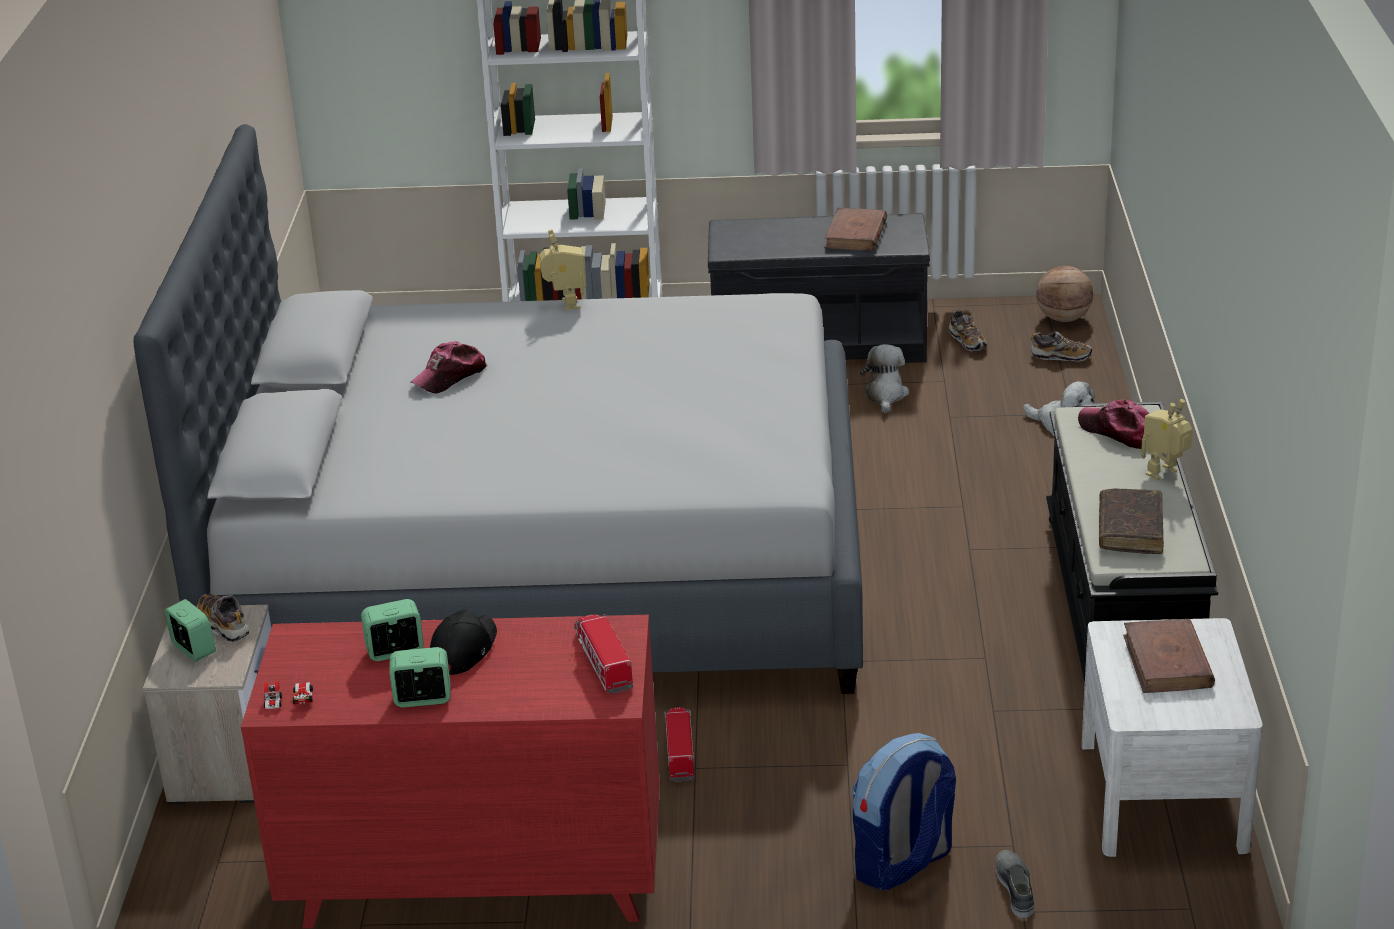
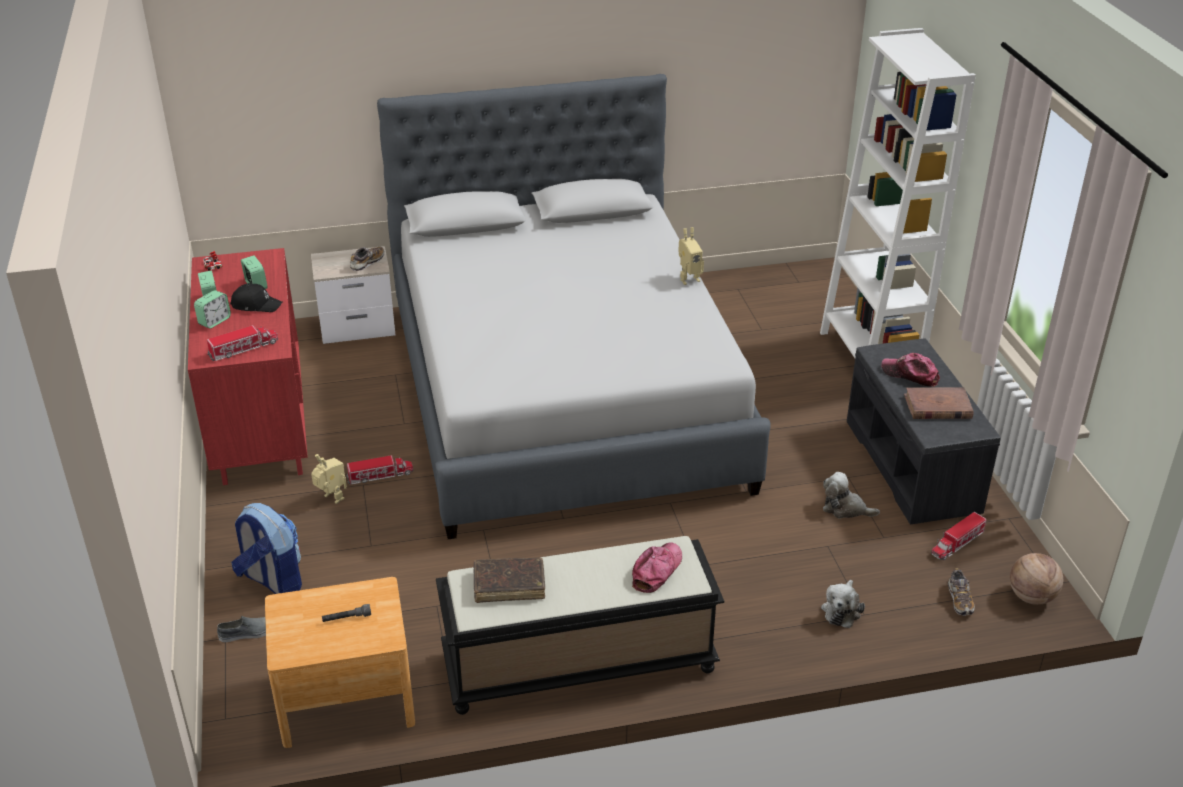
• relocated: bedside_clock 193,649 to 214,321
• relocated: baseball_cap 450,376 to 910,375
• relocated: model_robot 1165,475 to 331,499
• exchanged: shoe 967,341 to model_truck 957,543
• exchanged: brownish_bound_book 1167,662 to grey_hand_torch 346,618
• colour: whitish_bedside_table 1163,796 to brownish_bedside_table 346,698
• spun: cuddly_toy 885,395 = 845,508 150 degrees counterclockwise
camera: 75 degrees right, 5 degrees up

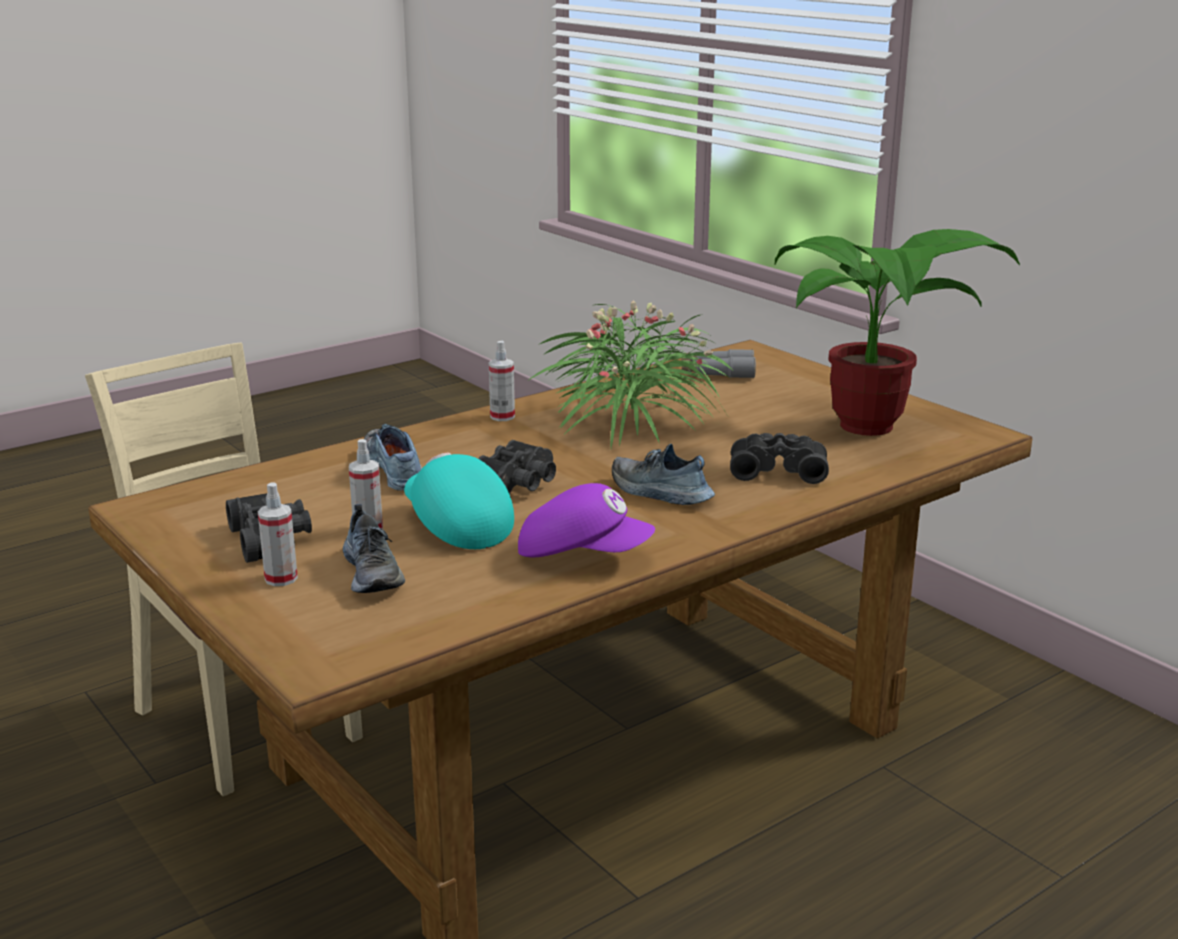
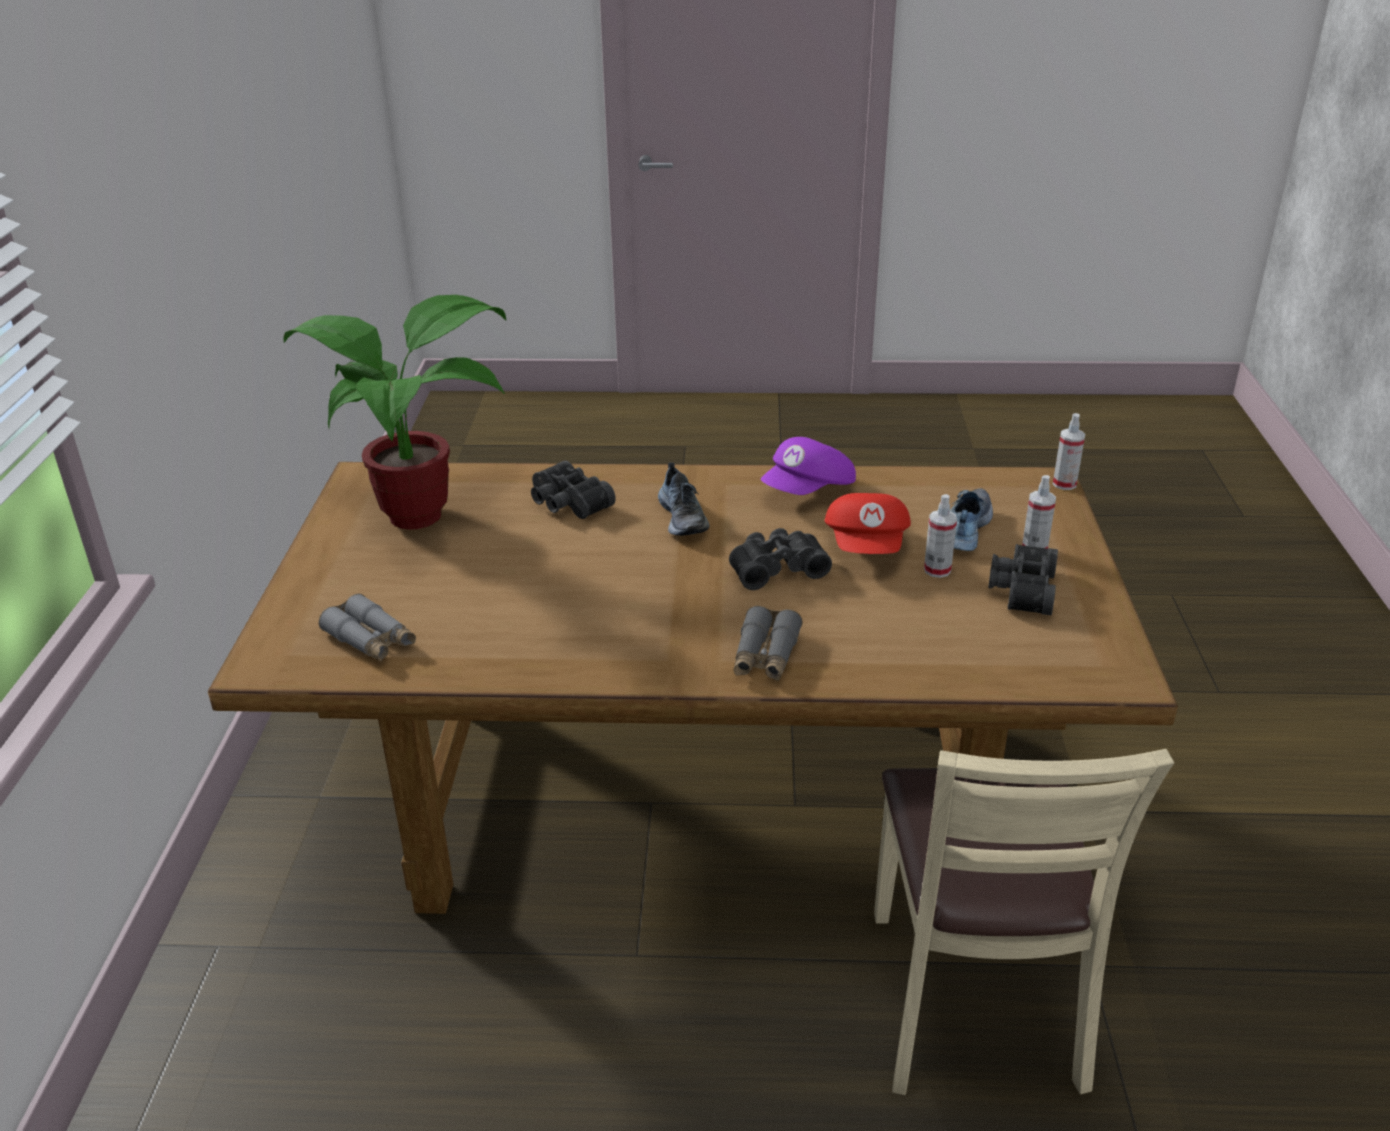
• missing: shoe 397,468
• missing: potted_plant 632,420
• appeared: grey_binoculars 765,656
• relocated: spray_bottle 502,417 to 1064,484
• colour: blue-green_baseball_cap 456,526 to red-coloured_baseball_cap 868,547
• spun: purplish_baseball_cap 583,555 = 809,491 105 degrees counterclockwise
camera: 140 degrees left, 10 degrees up

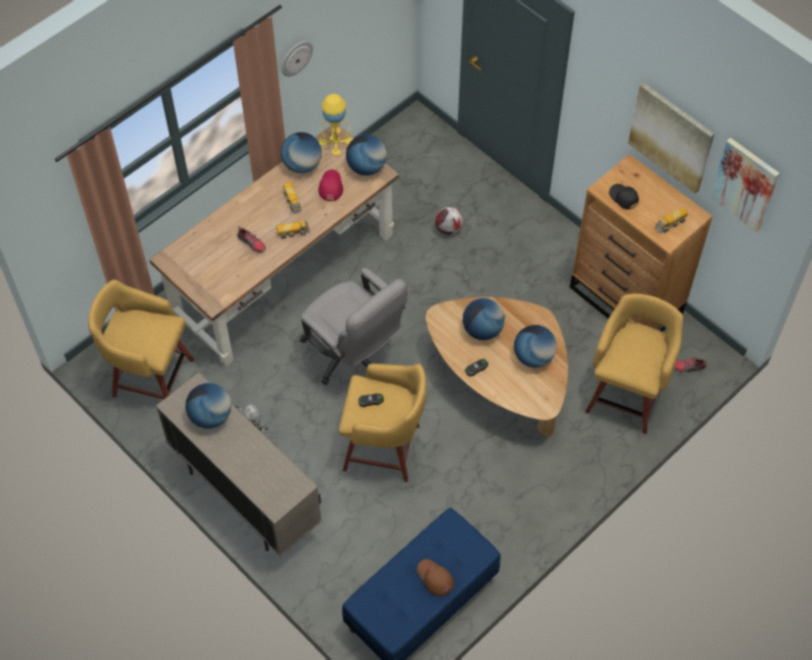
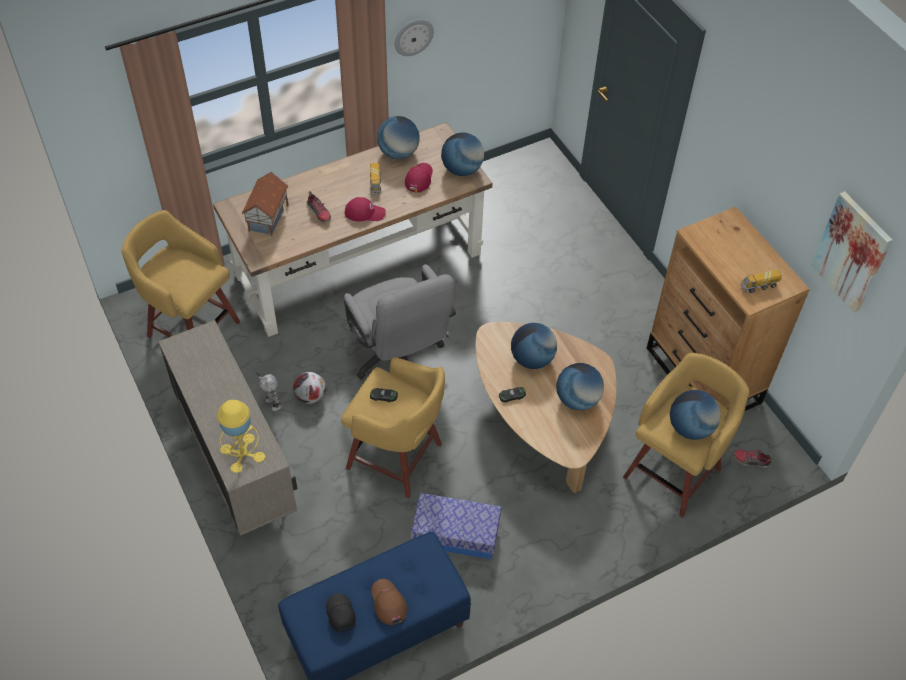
• missing: wall_picture 671,137
• appeared: model_house 269,218
• appeared: storage_bin 455,533
• relocated: desk_globe 211,416 to 690,428
• relocated: yellow-coloured_lamp_for_a_table 336,141 to 242,453
• relocated: football_ball 448,229 to 310,396
• relocated: blackish_baseball_cap 623,198 to 340,614
• exchanged: model_truck 293,233 to red-coloured_baseball_cap 364,212
camera: 15 degrees right, 5 degrees down

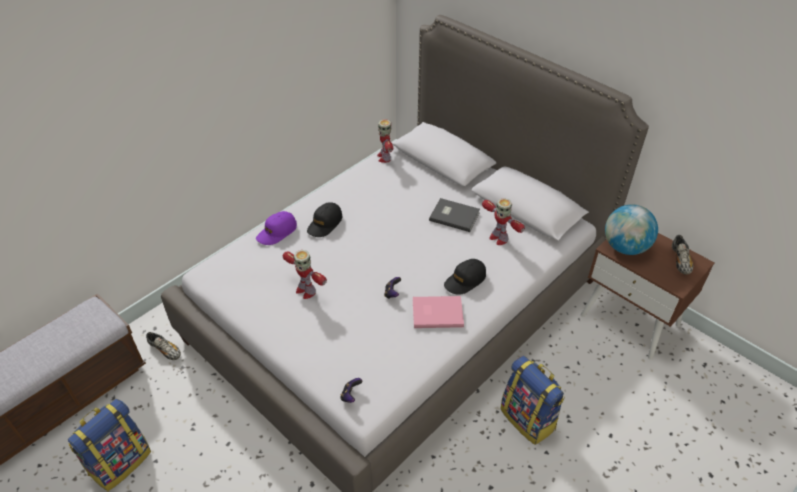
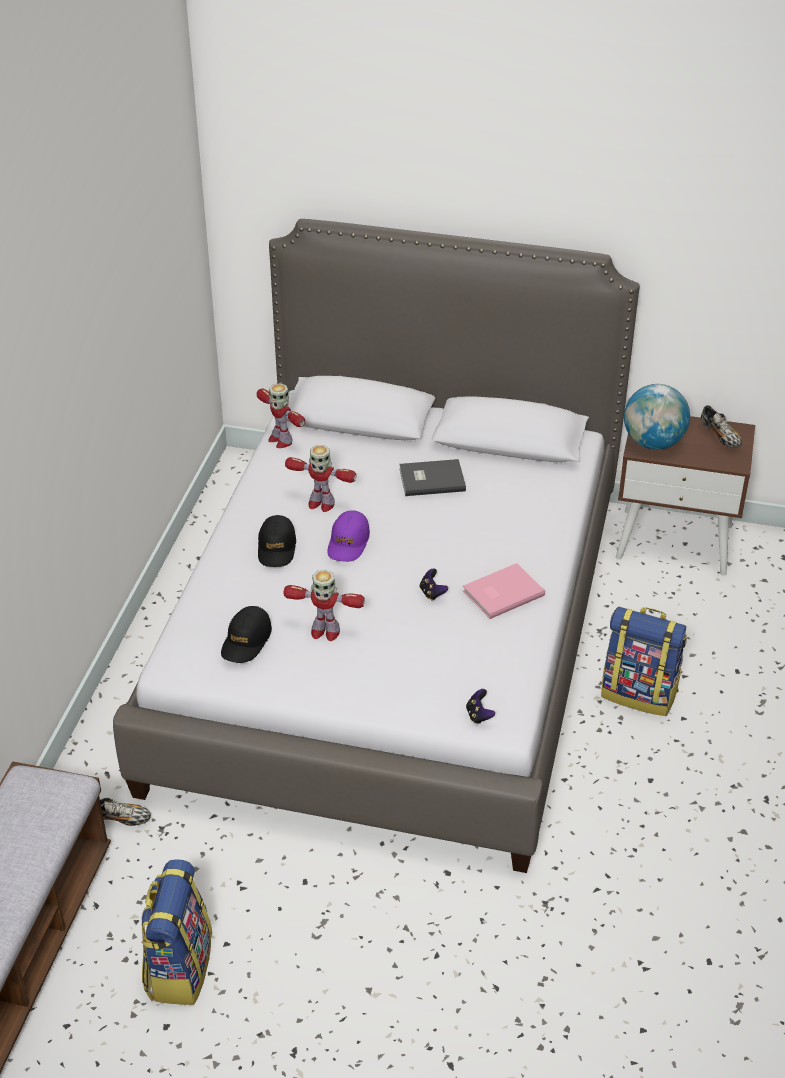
• relocated: purplish_baseball_cap 277,232 to 348,543
• relocated: blackish_baseball_cap 465,280 to 246,641
• relocated: model_robot 498,238 to 320,503
camera: 30 degrees left, 5 degrees down

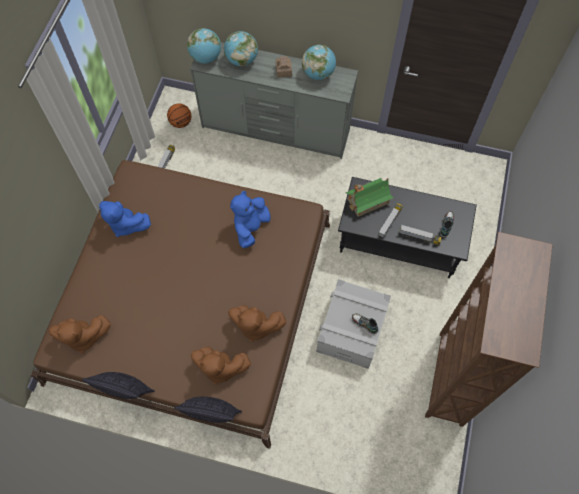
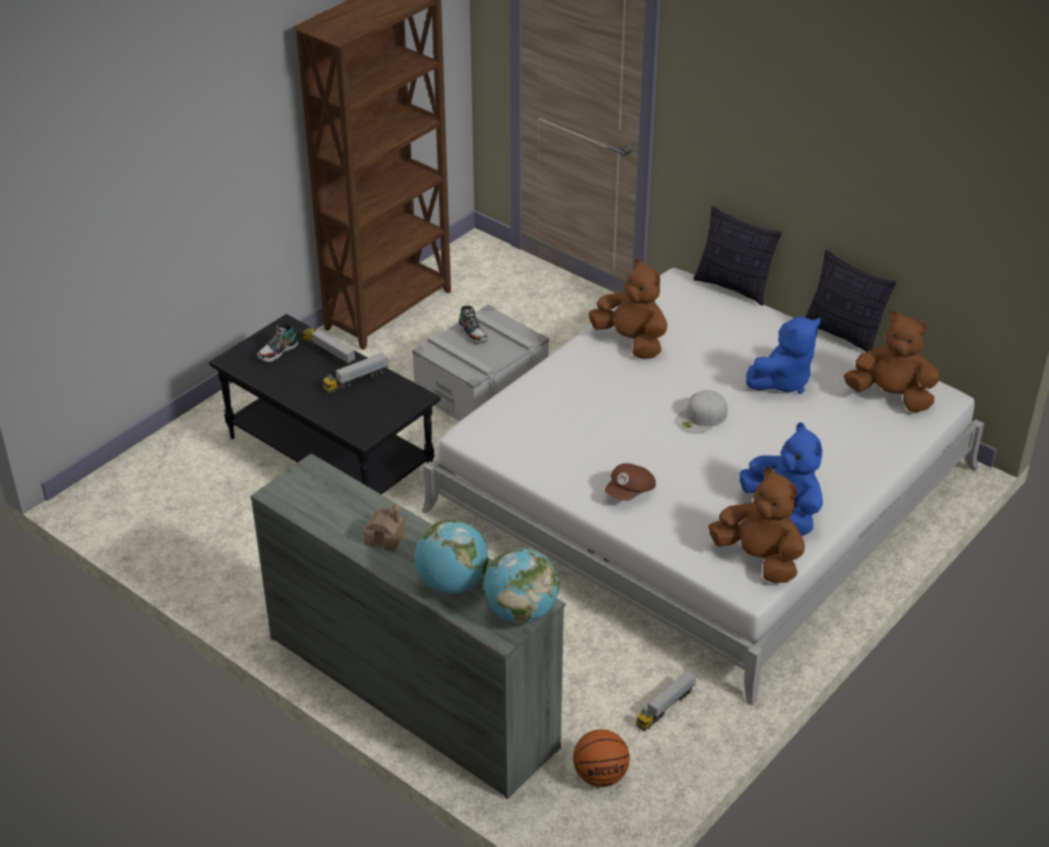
• missing: desk_globe 318,74
• missing: model_house 367,201
• appeared: brownish_baseball_cap 630,492
• appeared: whitish_baseball_cap 701,417
• relocated: brownish_cuddly_toy 220,367 to 758,559
• relocated: blue-coloured_cuddly_toy 250,227 to 782,381
• colour: brownish_sleeping_bed 193,300 to whitish_sleeping_bed 703,489
camera: 155 degrees left, 25 degrees down

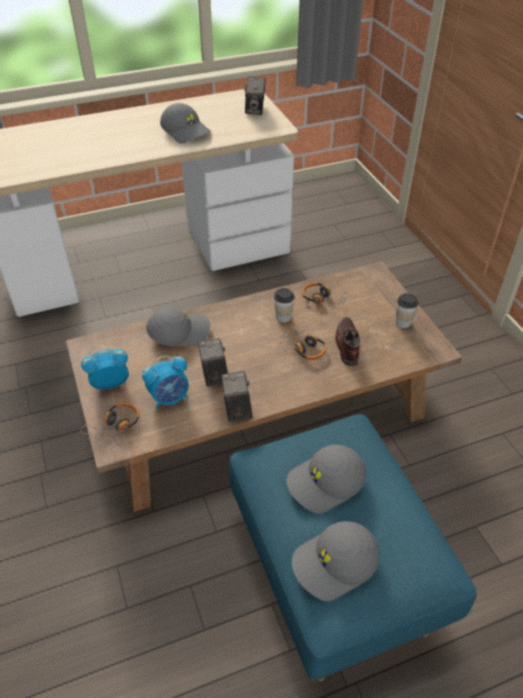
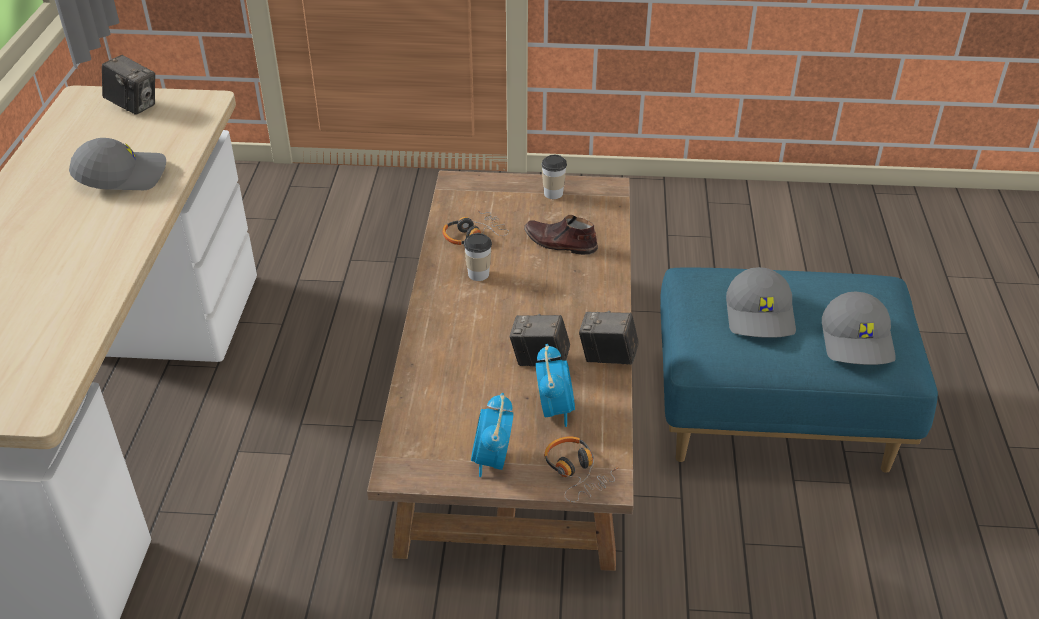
• missing: grey_baseball_cap 179,332
• missing: headset 303,346
camera: 65 degrees left, 5 degrees down

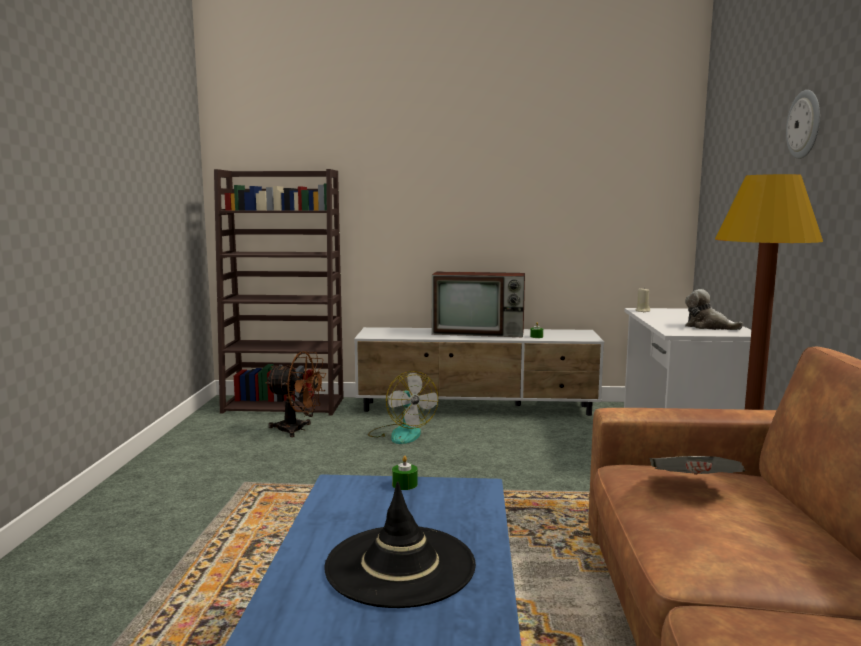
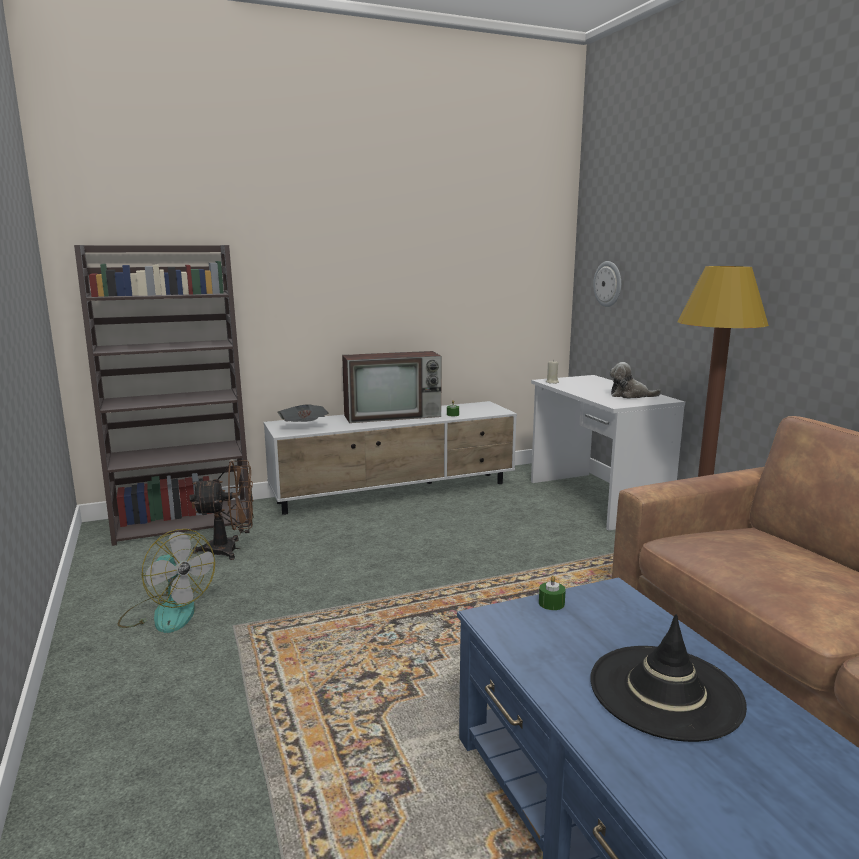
• relocated: fan 401,433 to 167,612
• relocated: printed_paper 693,489 to 304,427
• relocated: hanging_clock 805,124 to 608,284
camera: 25 degrees left, 5 degrees up

